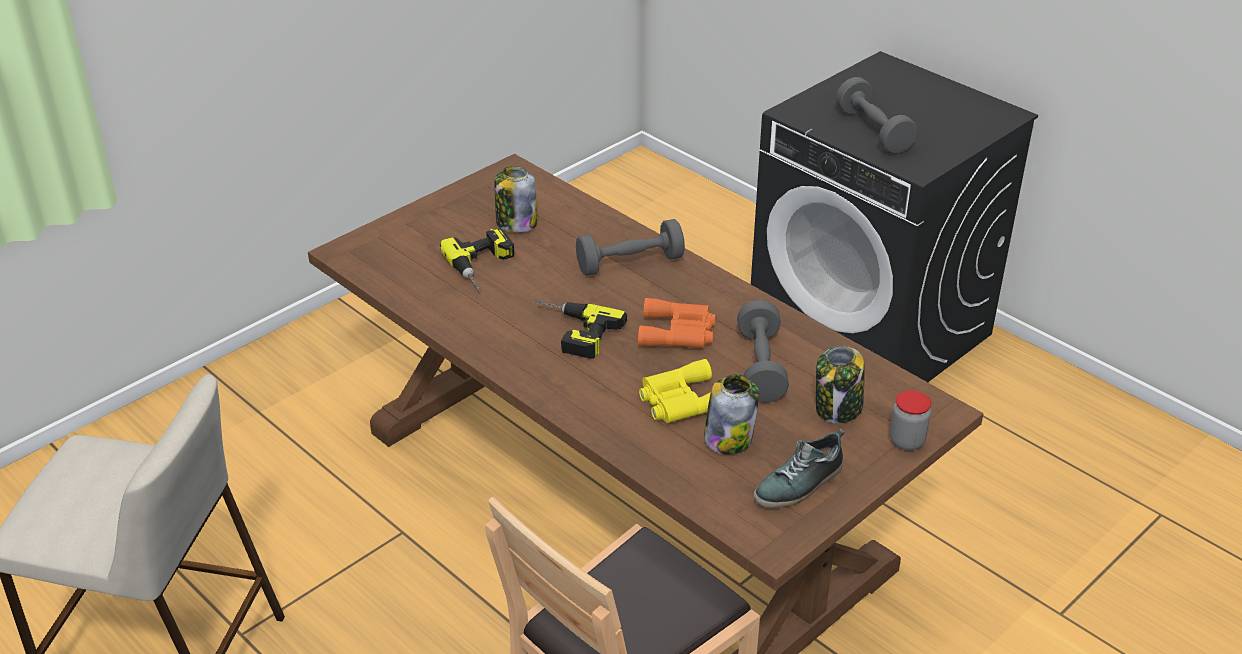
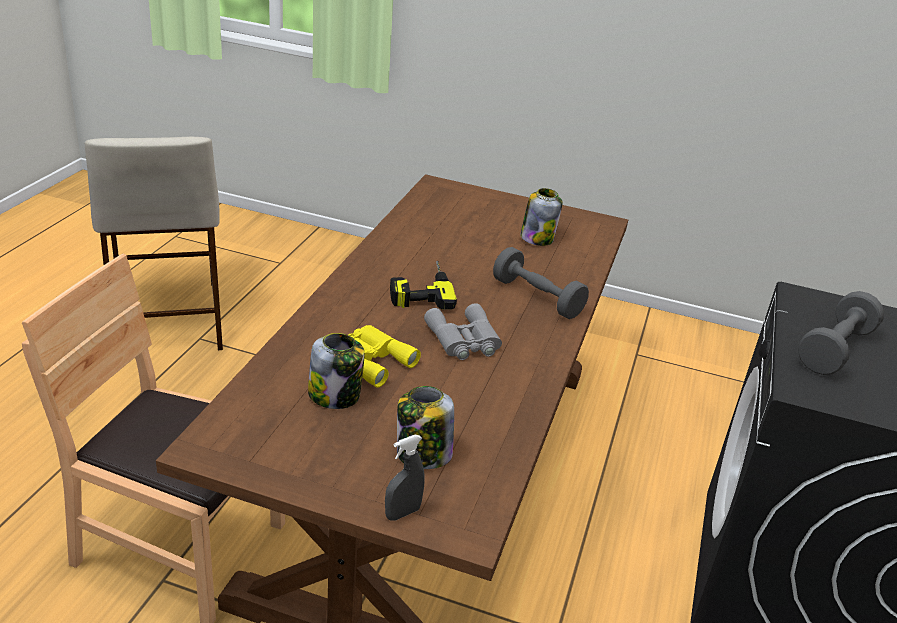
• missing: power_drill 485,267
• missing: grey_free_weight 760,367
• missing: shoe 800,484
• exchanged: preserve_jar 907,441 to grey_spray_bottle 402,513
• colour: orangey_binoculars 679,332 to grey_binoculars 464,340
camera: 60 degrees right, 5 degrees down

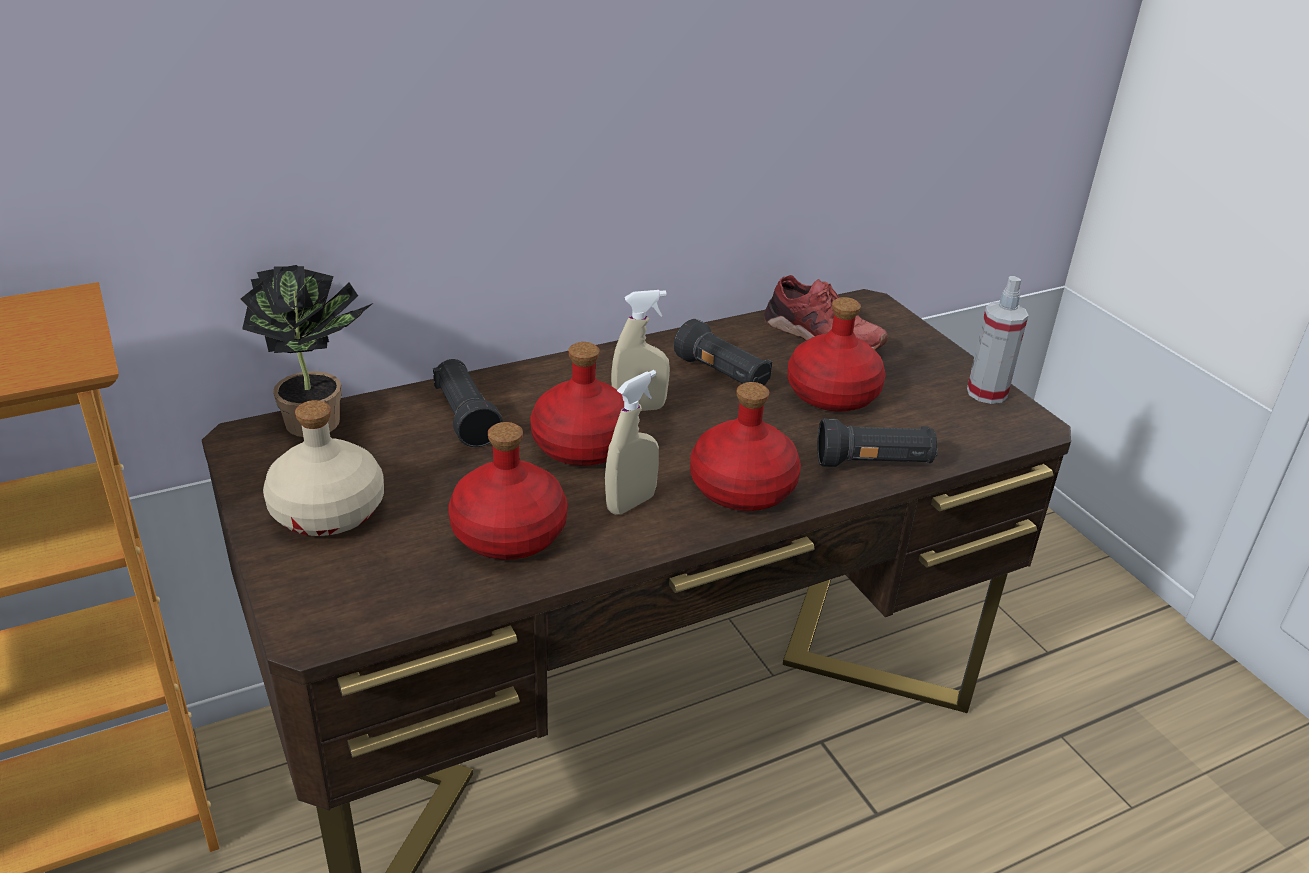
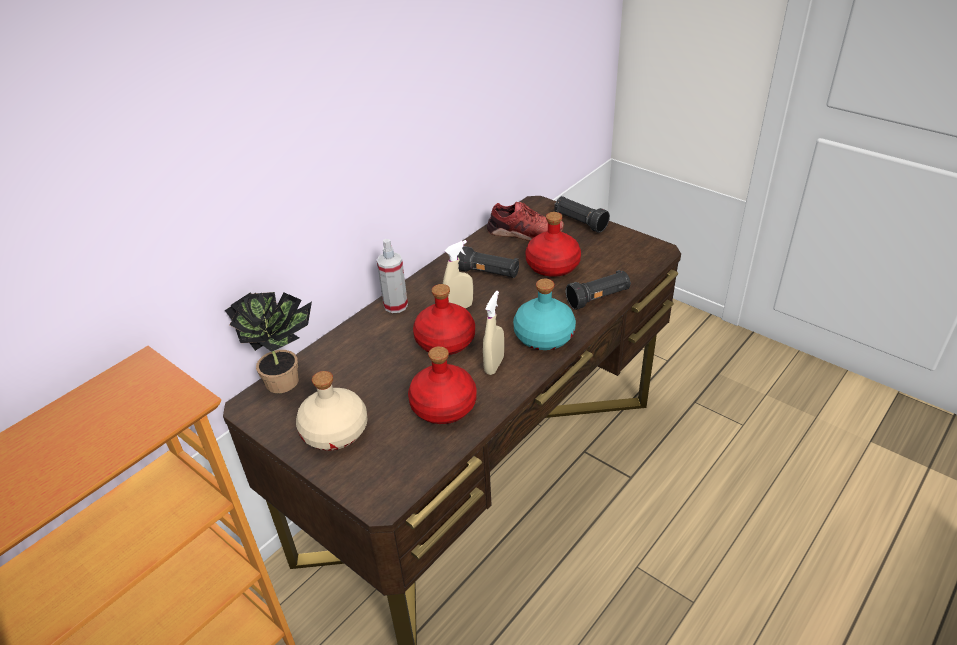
• relocated: blackish_hand_torch 465,418 to 579,222
• relocated: spray_bottle 987,393 to 395,305
• colour: red-coloured_drink_bottle 741,487 to blue-green_drink_bottle 543,336
camera: 20 degrees left, 5 degrees up

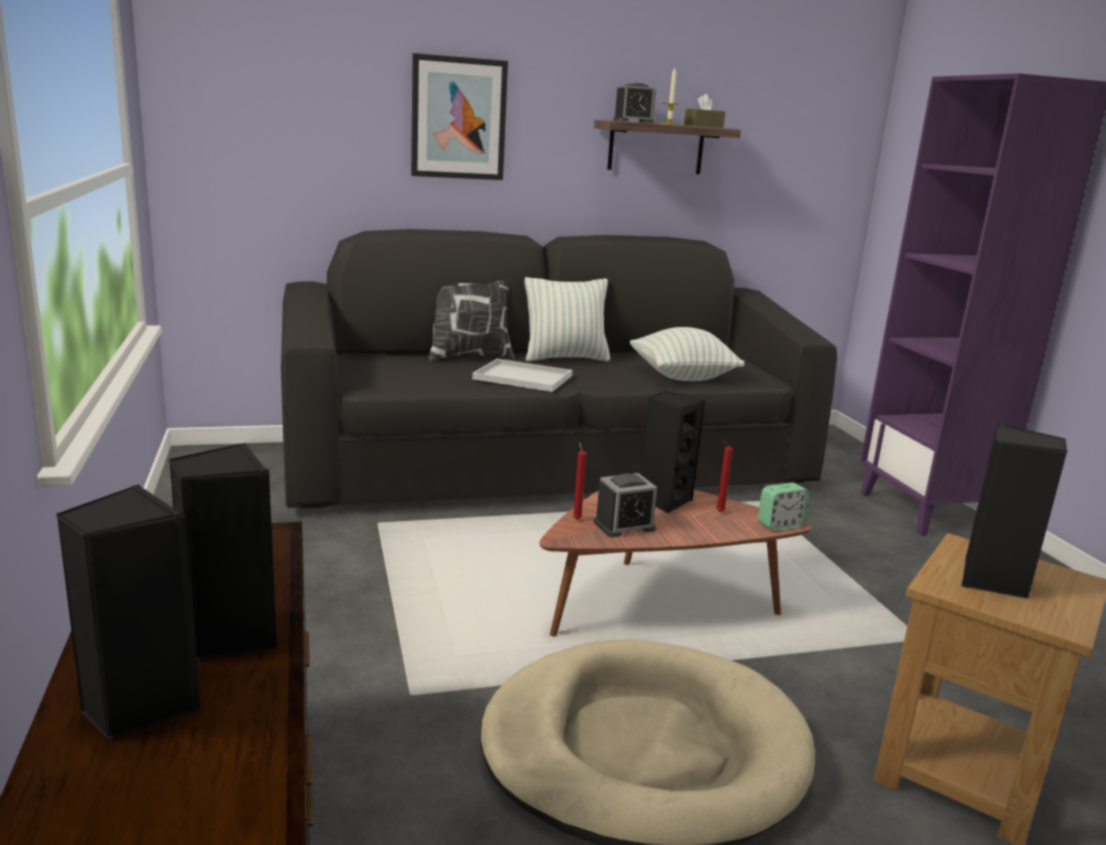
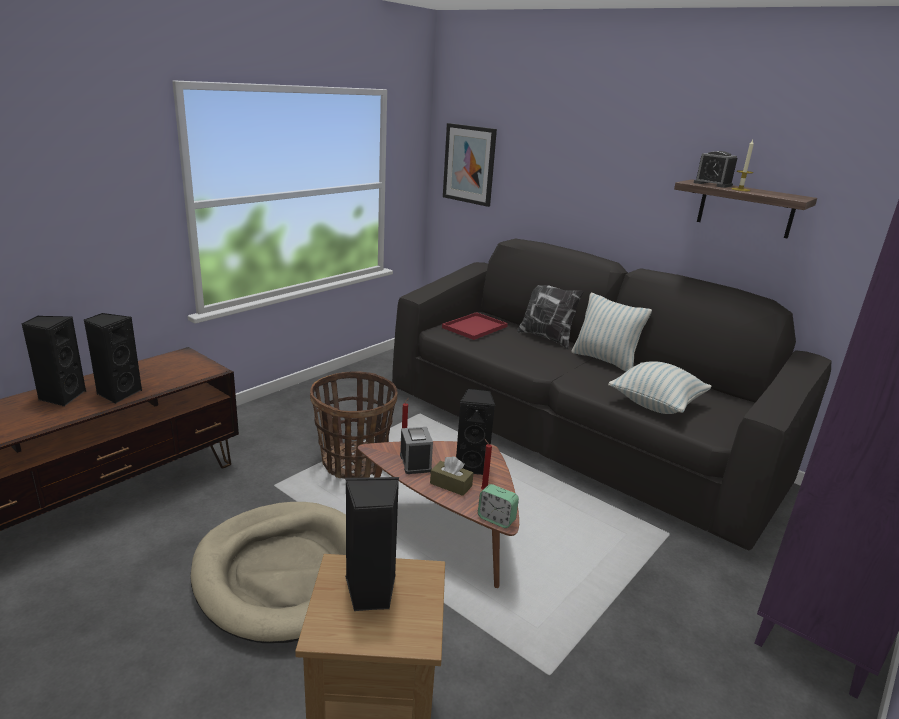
• missing: whitish_tray 525,377
• appeared: household_basket 354,463
• appeared: red-coloured_tray 474,327
• relocated: wall_picture 458,118 to 469,164
• relocated: brownish_box_of_tissues 703,126 to 451,484
• spun: bedside_clock 624,526 = 415,463 135 degrees counterclockwise
camera: 55 degrees right, 5 degrees up

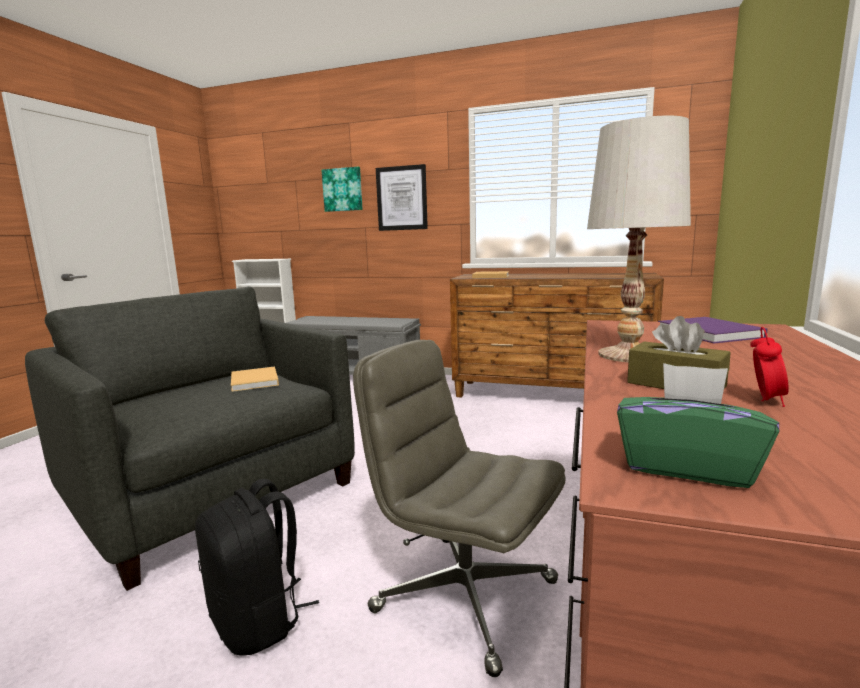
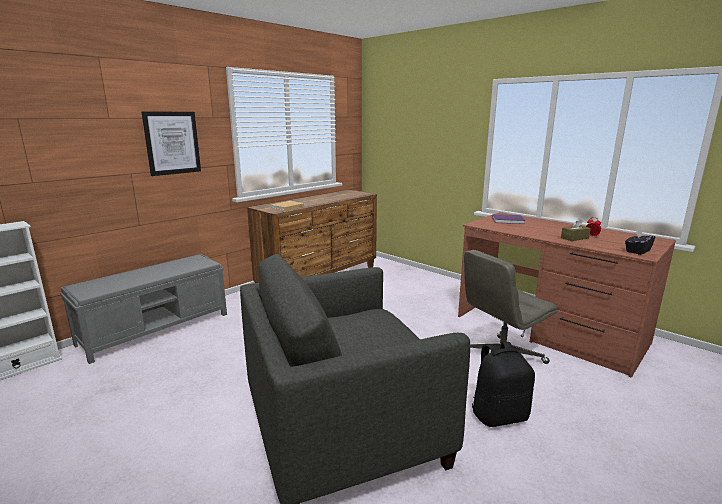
• missing: beige_bound_book 254,381
• missing: wall_picture 343,189
• missing: whitish_lamp_for_a_table 628,355
• colour: green-coloured_box_of_tissues 685,466 to blackish_box_of_tissues 637,251
camera: 65 degrees left, 5 degrees up

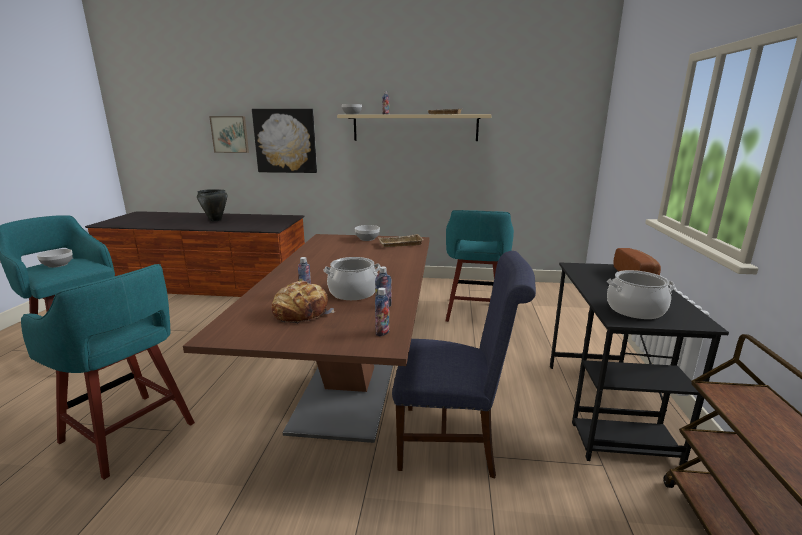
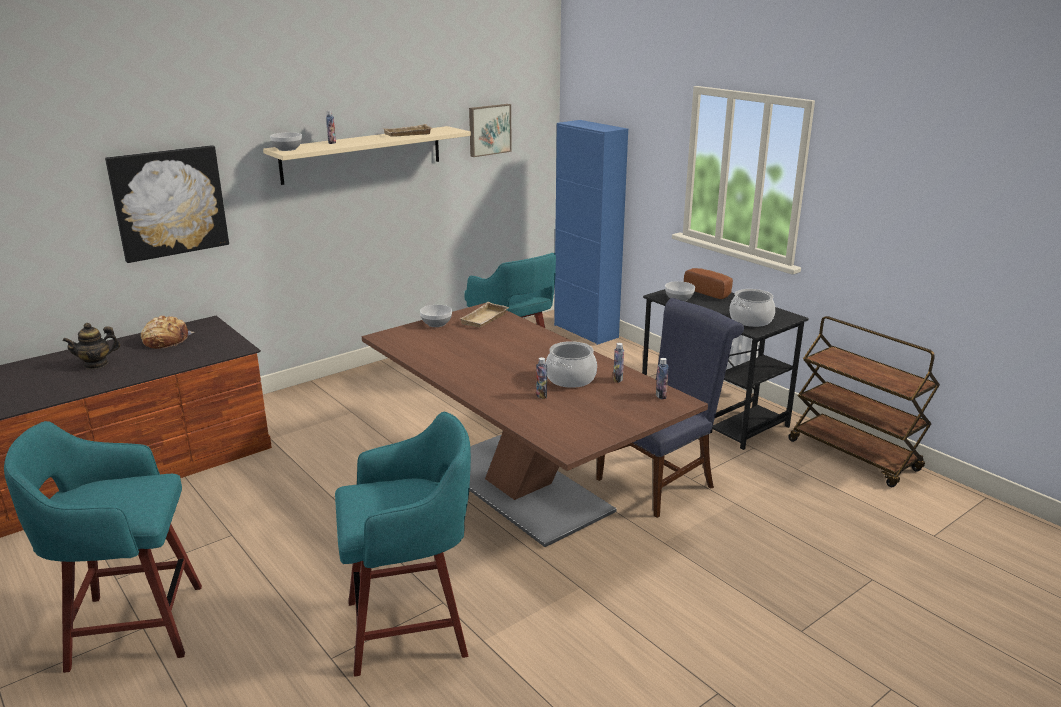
• appeared: blue-coloured_storage_cabinet 586,331
• relocated: deep_dish 58,265 to 679,298
• relocated: wall_picture 230,134 to 489,129
• relocated: bakery_bread 302,312 to 166,340
• exchanged: blackish_stockpot 215,220 to tea_pot 96,364
camera: 45 degrees left, 5 degrees up

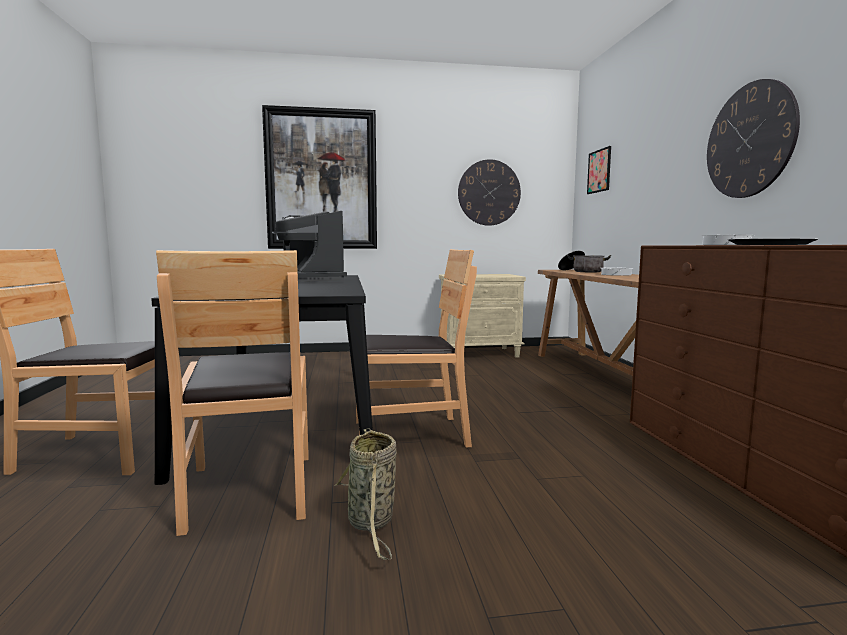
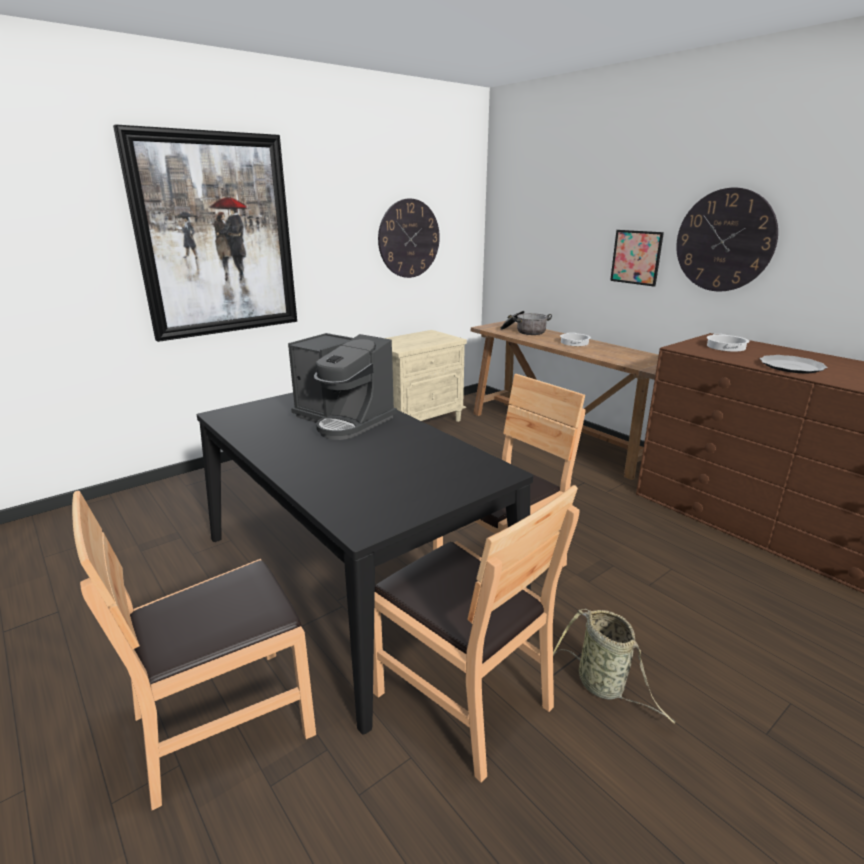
• relocated: wall_picture 599,171 to 636,257
camera: 30 degrees left, 15 degrees up

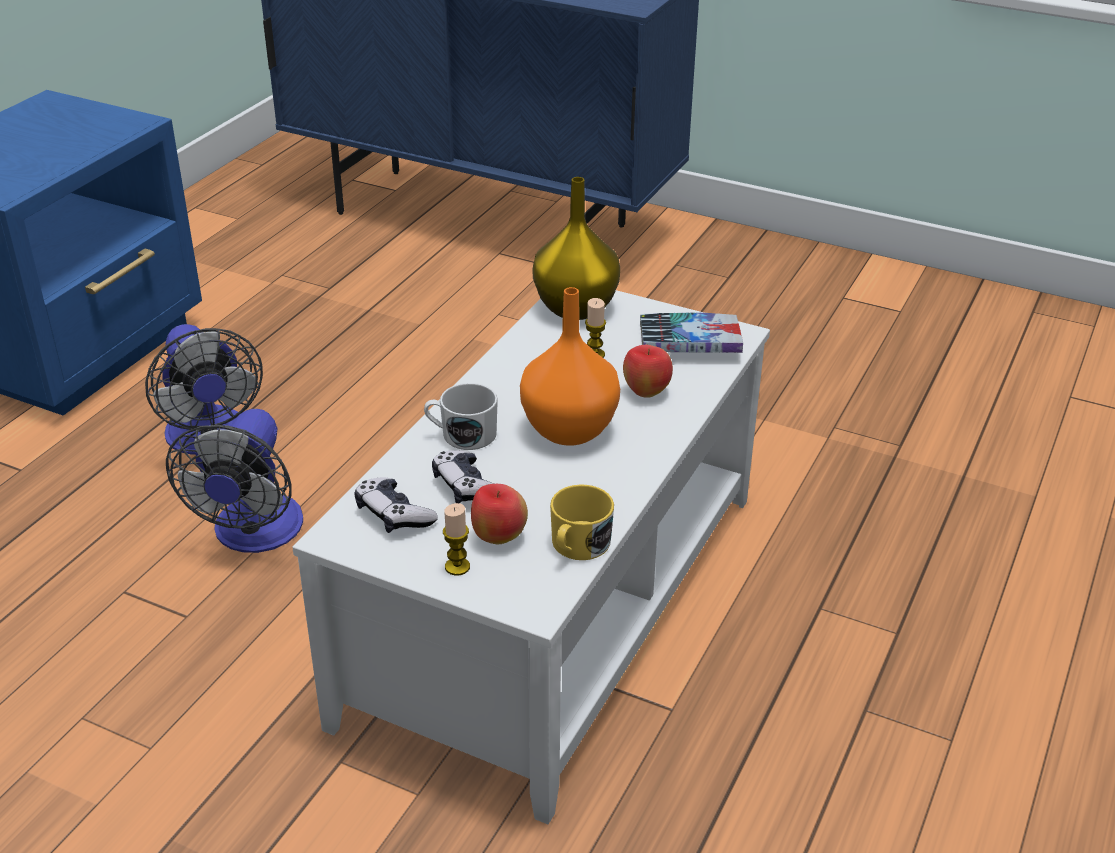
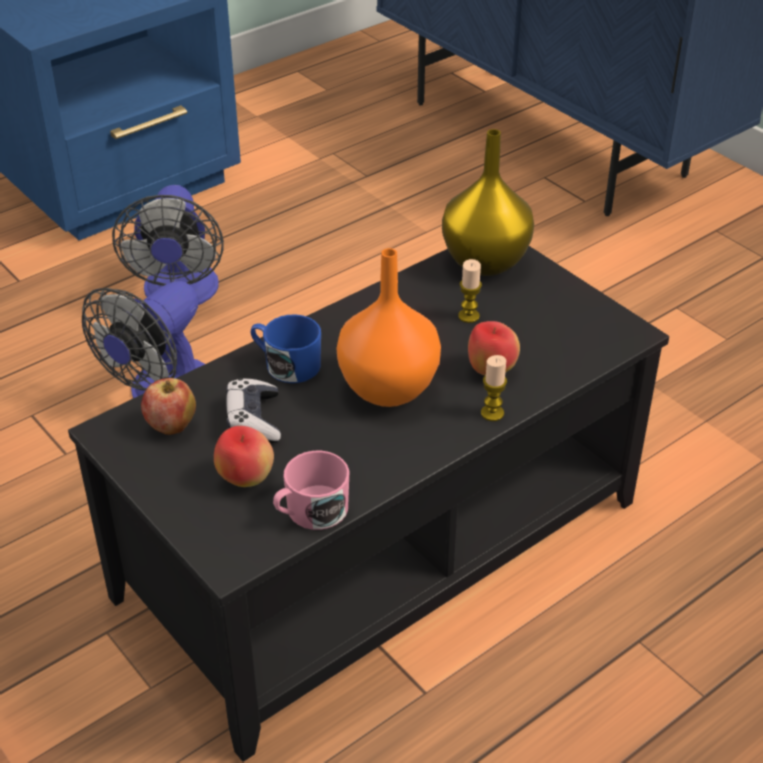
• missing: bound_book 689,343
• relocated: wax_candle 457,567 to 492,413
• exchanged: joypad 394,515 to apple_fruit 171,426
• colour: whitish_lounge_table 559,606 to blackish_lounge_table 383,551
• colour: whitish_coffee_mug 462,435 to blue-coloured_coffee_mug 286,364
• colour: yellow-coloured_coffee_mug 577,546 to pink-coloured_coffee_mug 310,512
camera: 25 degrees right, 5 degrees up

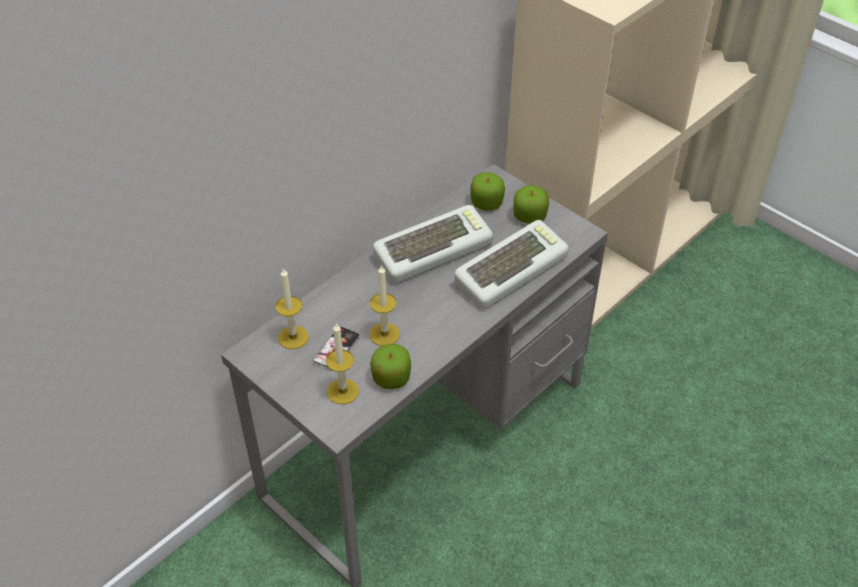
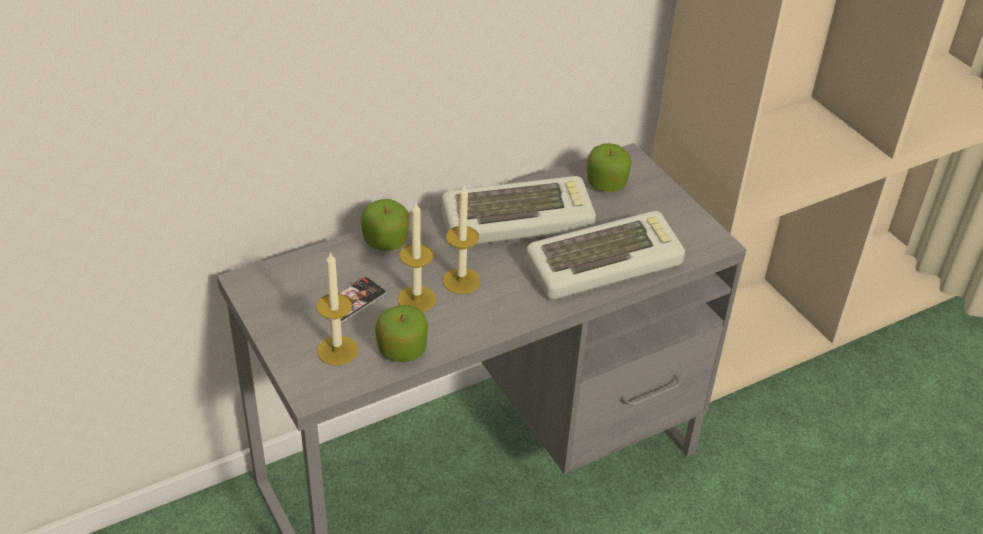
• relocated: wax_candle 293,337 to 461,280
• relocated: apple_fruit 529,216 to 386,241
camera: 15 degrees right, 5 degrees down

